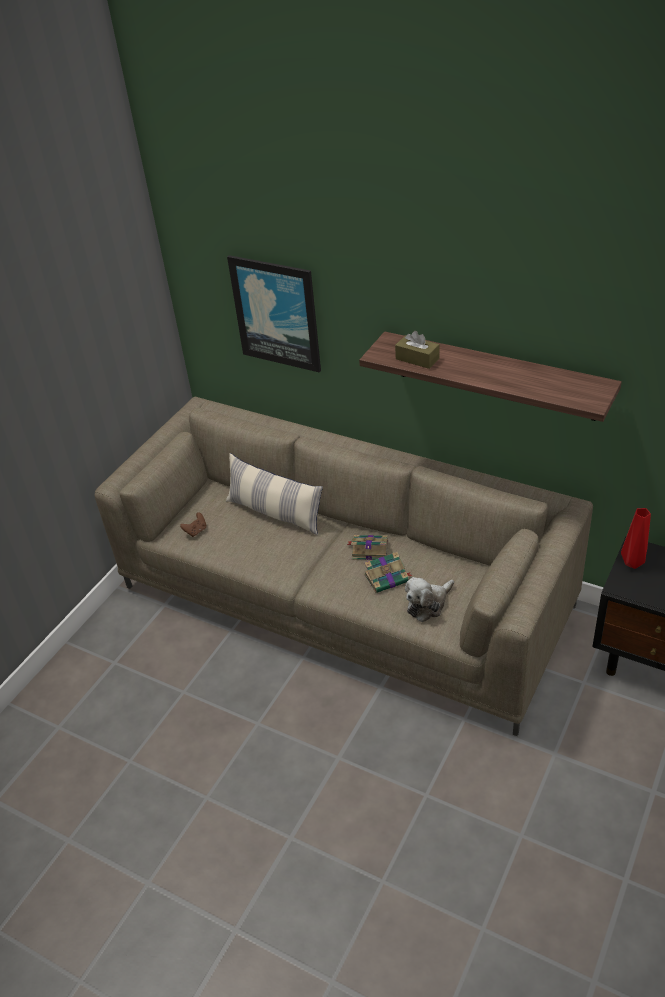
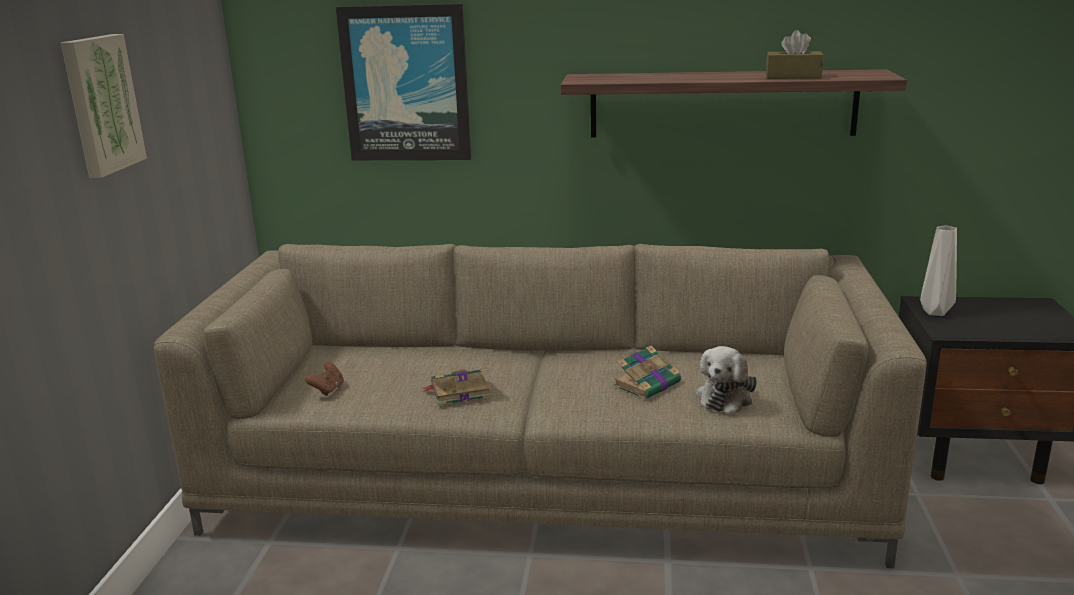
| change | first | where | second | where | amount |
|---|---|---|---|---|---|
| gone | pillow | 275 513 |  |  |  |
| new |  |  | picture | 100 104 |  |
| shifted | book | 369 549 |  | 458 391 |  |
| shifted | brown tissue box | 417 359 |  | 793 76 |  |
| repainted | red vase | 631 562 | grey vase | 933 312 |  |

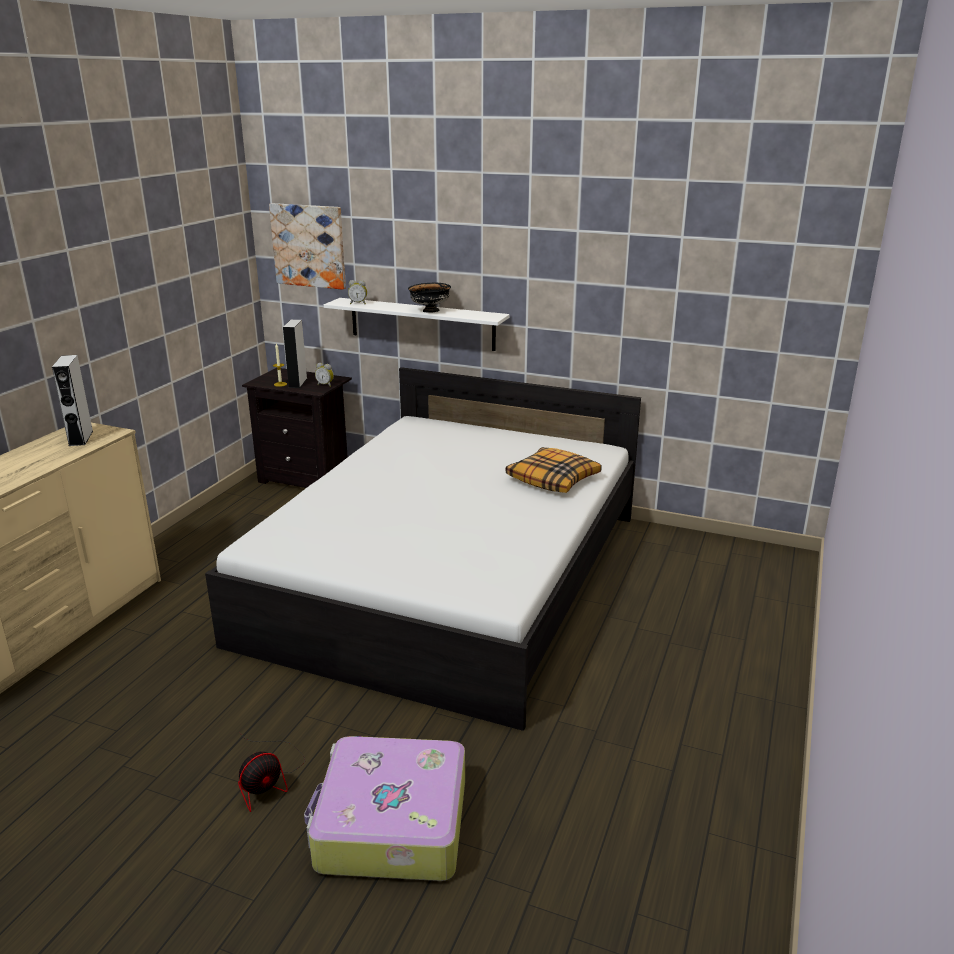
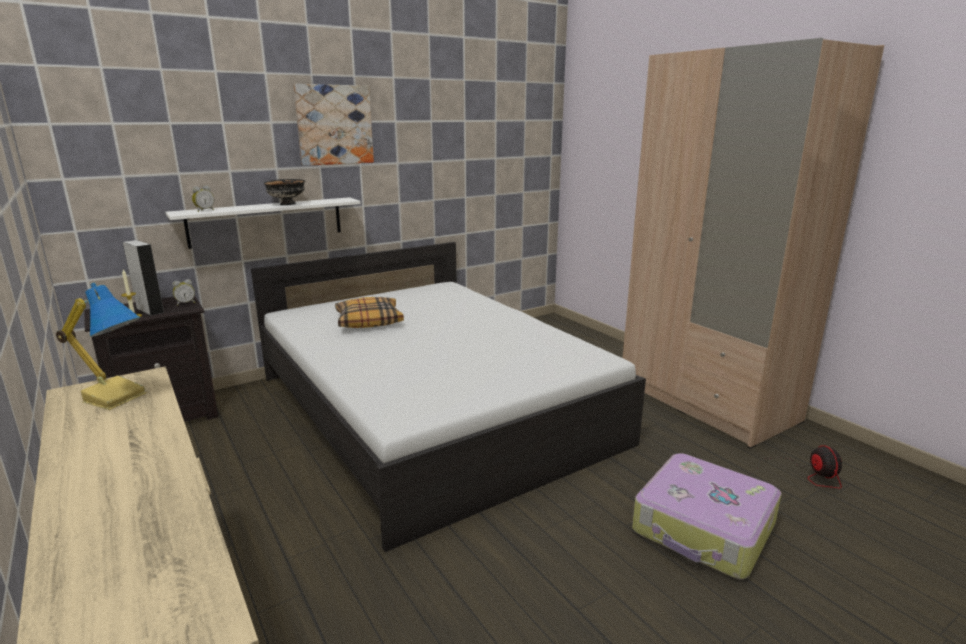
| change | first | where | second | where | amount |
|---|---|---|---|---|---|
| new |  |  | beige wardrobe | 706 402 |  |
| shifted | fan | 268 779 |  | 802 475 |  |
| shifted | picture | 309 245 |  | 334 125 |  |
| shifted | pillow | 553 479 |  | 369 321 |  |
| swapped | grey speaker | 81 438 | table lamp | 116 396 |  |

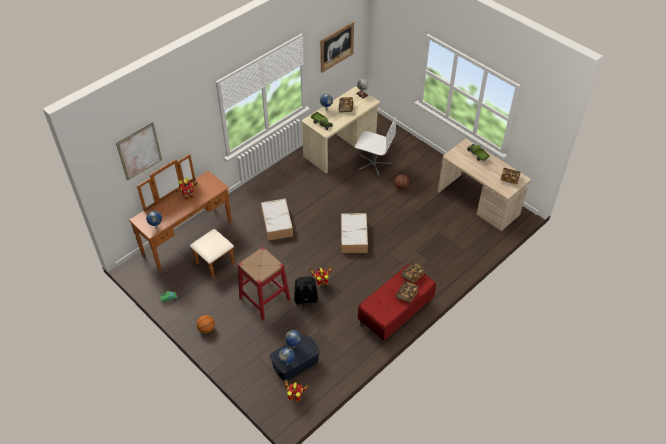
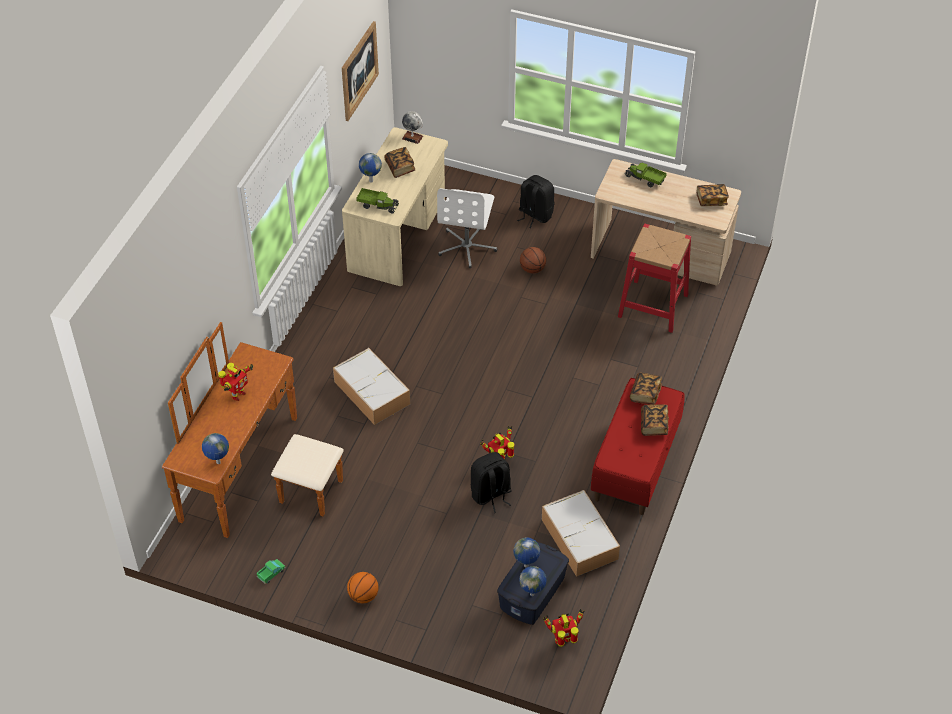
| change | first | where | second | where | amount |
|---|---|---|---|---|---|
| gone | picture | 139 151 |  |  |  |
| new |  |  | black backpack | 534 215 |  |
| shifted | red stool | 264 298 |  | 653 305 |  |
| shifted | storage box | 354 237 |  | 580 540 |  |
| rotated | white office chair | 373 164 |  | 467 247 | 105 degrees clockwise |

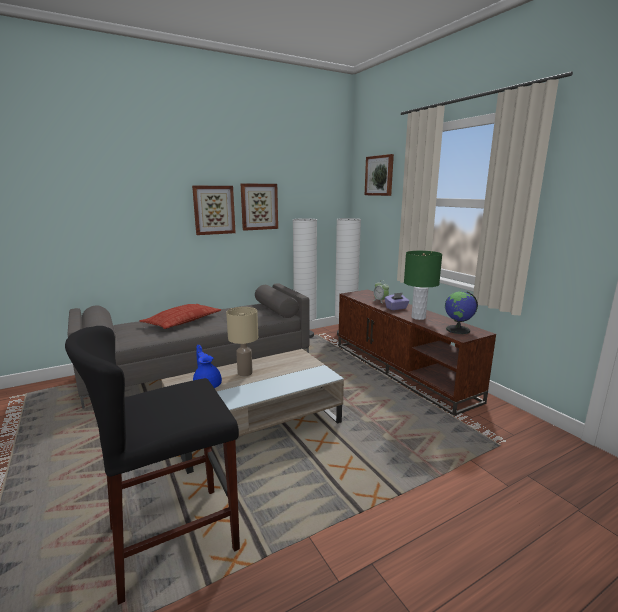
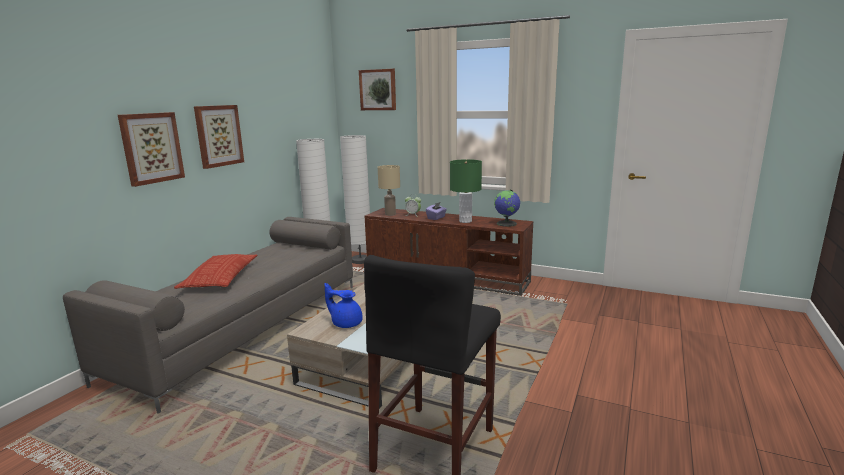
| change | first | where | second | where | amount |
|---|---|---|---|---|---|
| shifted | beige table lamp | 244 373 |  | 390 214 |  |
| shifted | picture | 259 206 |  | 151 148 |  |

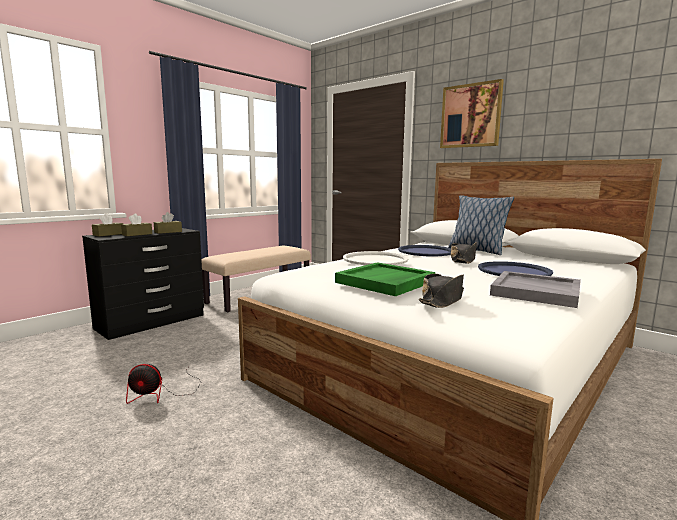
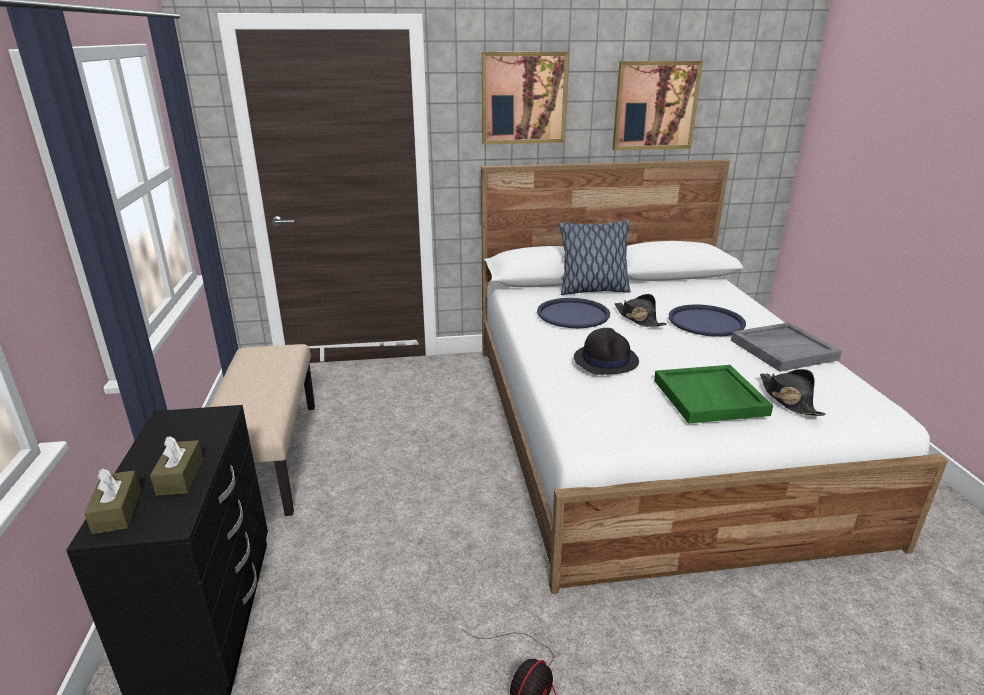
| change | first | where | second | where | amount |
|---|---|---|---|---|---|
| gone | brown tissue box | 168 232 |  |  |  |
| new |  |  | picture | 655 105 |  |
| swapped | white tray | 375 260 | black hat | 606 360 |  |

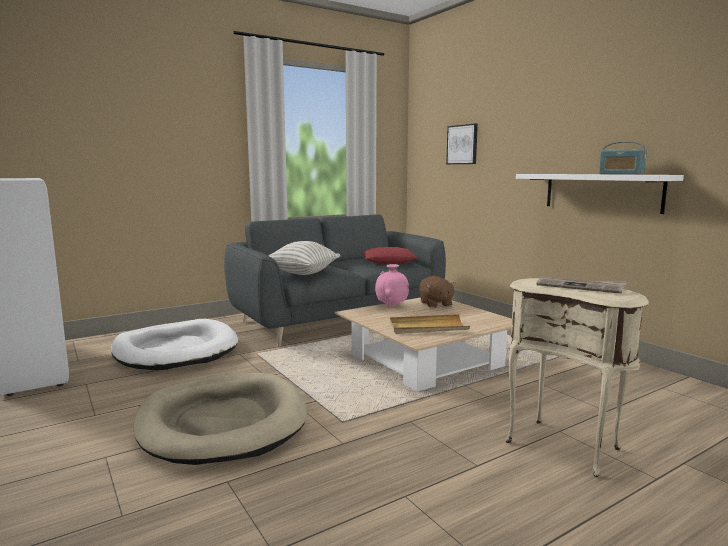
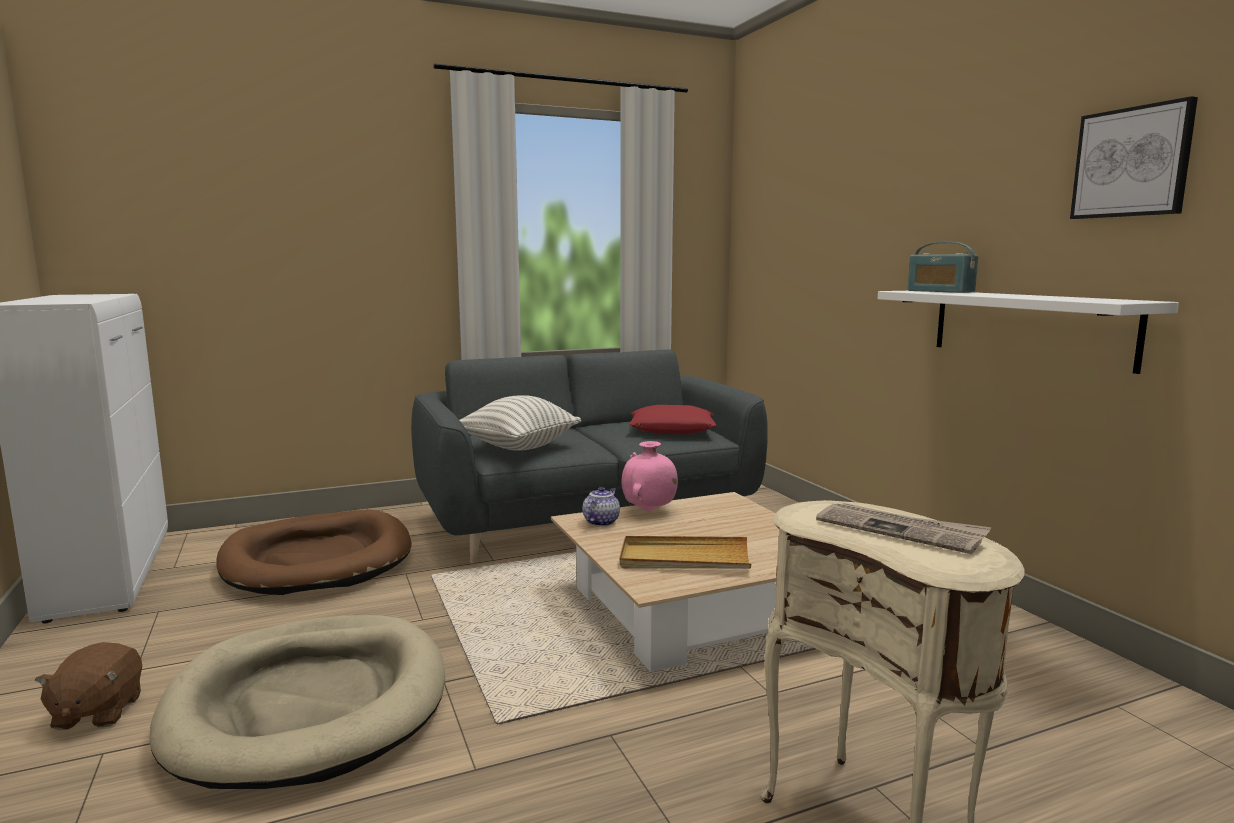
| change | first | where | second | where | amount |
|---|---|---|---|---|---|
| new |  |  | teapot | 601 522 |  |
| shifted | brown plush toy | 435 304 |  | 97 712 |  |
| shifted | picture | 462 144 |  | 1132 162 |  |
| shifted | radio | 621 174 |  | 940 291 |  |
| repainted | white dog bed | 176 350 | brown dog bed | 317 560 |  |

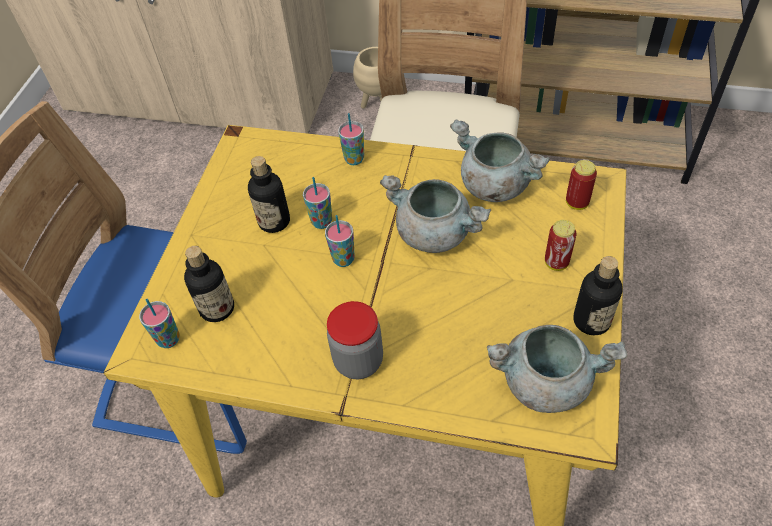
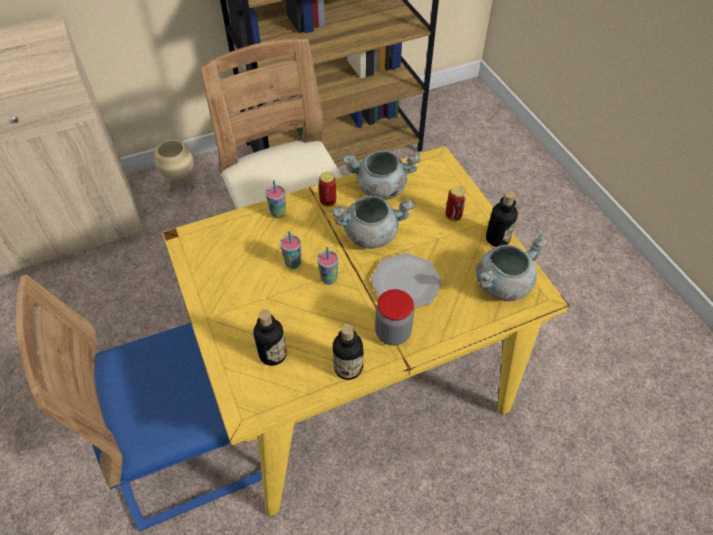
| change | first | where | second | where | amount |
|---|---|---|---|---|---|
| gone | cup | 169 339 |  |  |  |
| new |  |  | plate | 405 283 |  |
| shifted | bottle | 274 221 |  | 348 368 |  |
| shifted | can | 577 203 |  | 328 202 |  |

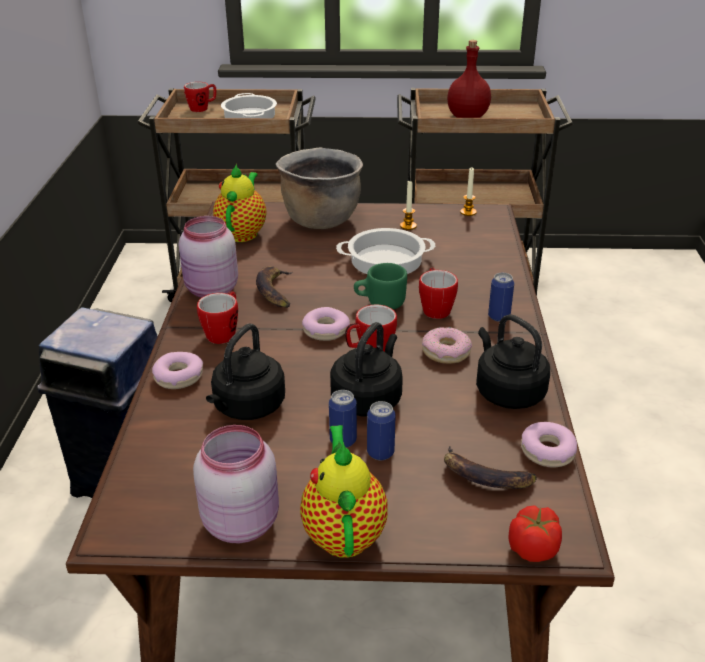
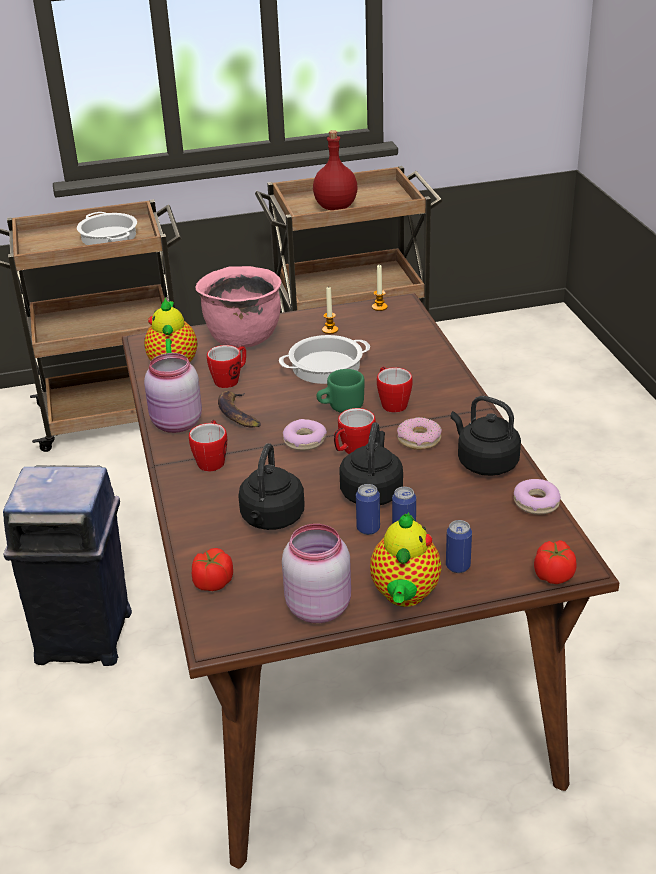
| change | first | where | second | where | amount |
|---|---|---|---|---|---|
| gone | donut | 179 377 |  |  |  |
| gone | banana | 484 476 |  |  |  |
| new |  |  | tomato | 213 583 |  |
| shifted | mug | 202 108 |  | 230 379 |  |
| shifted | can | 499 316 |  | 458 566 |  |
| repainted | brown cooking pot | 321 219 | pink cooking pot | 243 337 |  |
| rotated | teapot | 344 531 |  | 404 596 | 150 degrees counterclockwise |

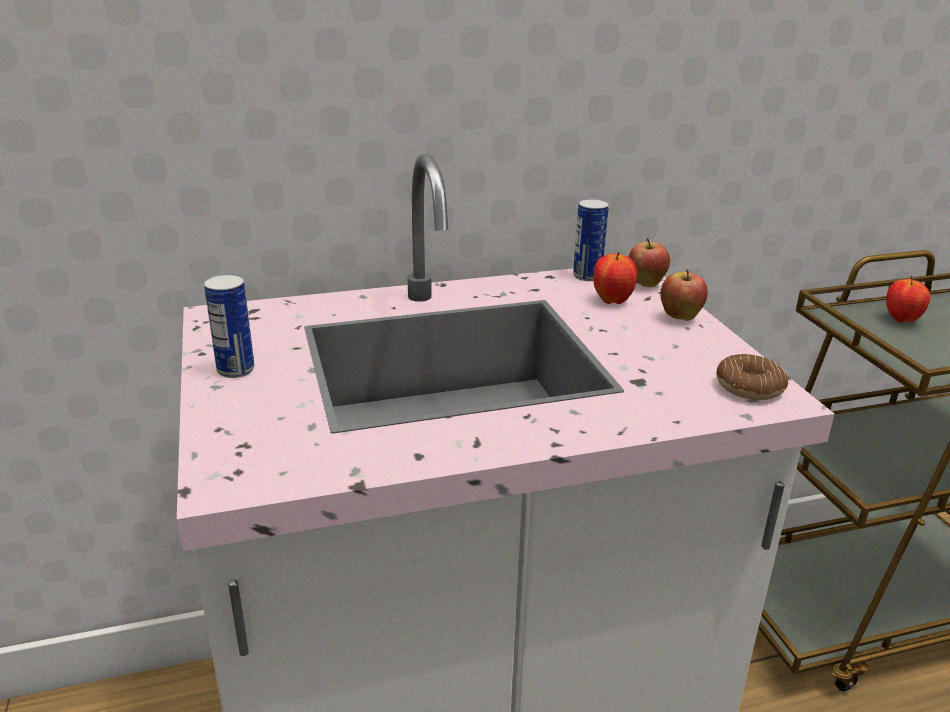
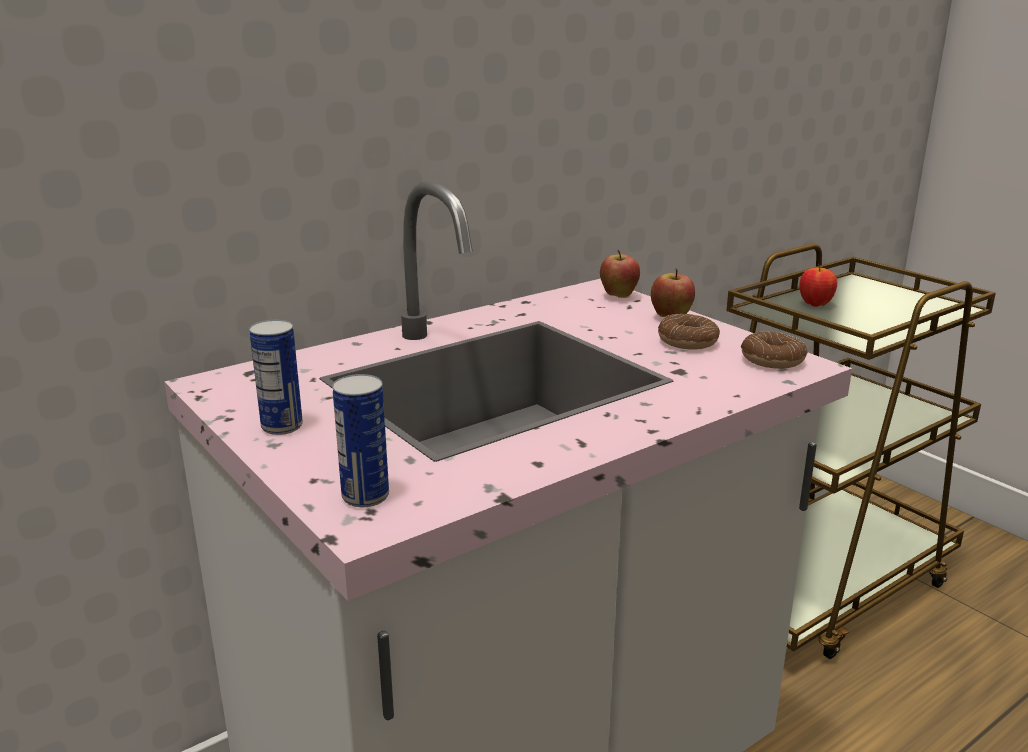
| change | first | where | second | where | amount |
|---|---|---|---|---|---|
| gone | apple | 612 301 |  |  |  |
| new |  |  | donut | 687 341 |  |
| shifted | can | 587 276 |  | 365 496 |  |

